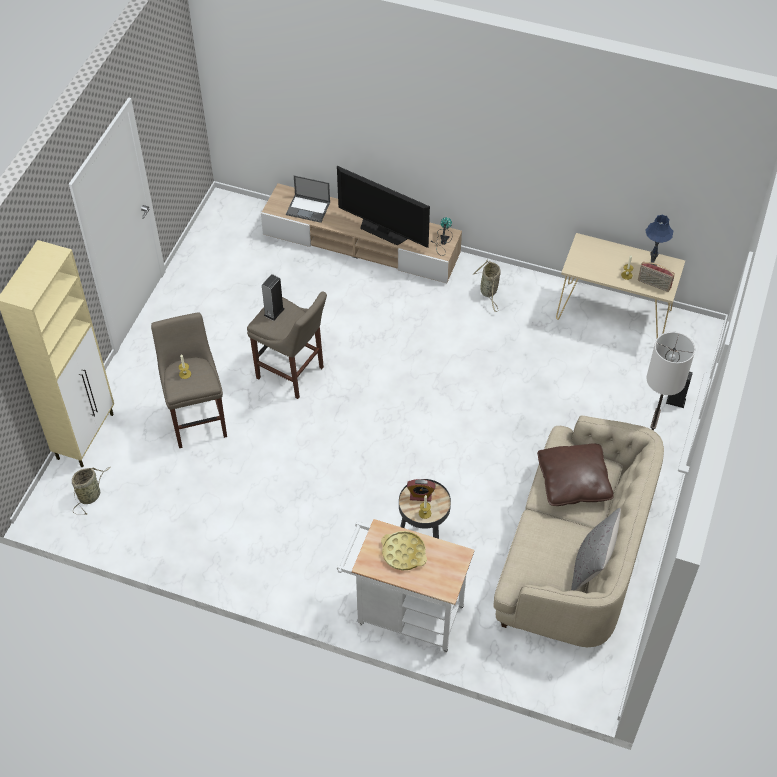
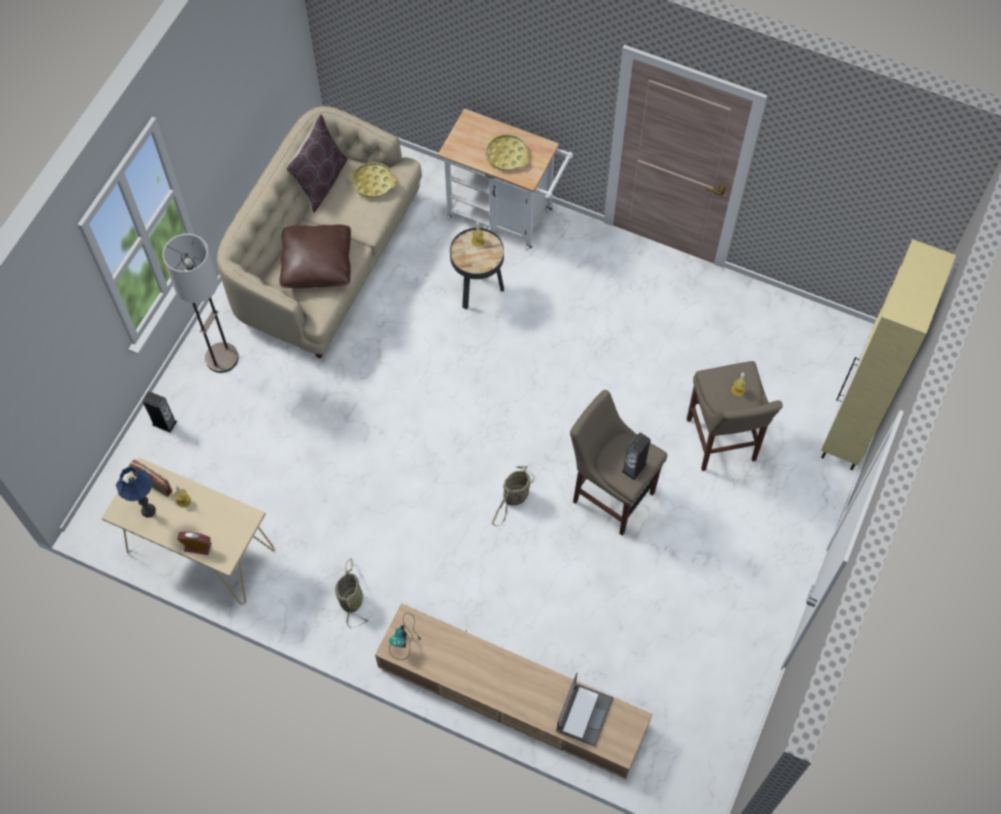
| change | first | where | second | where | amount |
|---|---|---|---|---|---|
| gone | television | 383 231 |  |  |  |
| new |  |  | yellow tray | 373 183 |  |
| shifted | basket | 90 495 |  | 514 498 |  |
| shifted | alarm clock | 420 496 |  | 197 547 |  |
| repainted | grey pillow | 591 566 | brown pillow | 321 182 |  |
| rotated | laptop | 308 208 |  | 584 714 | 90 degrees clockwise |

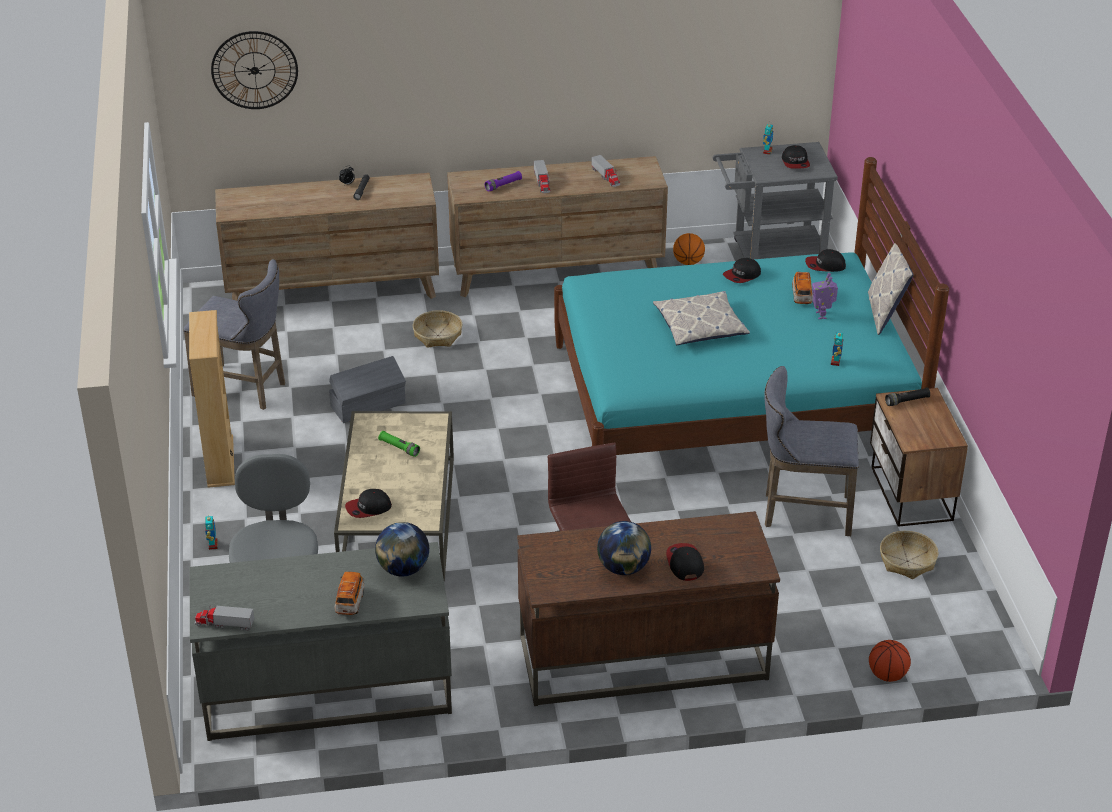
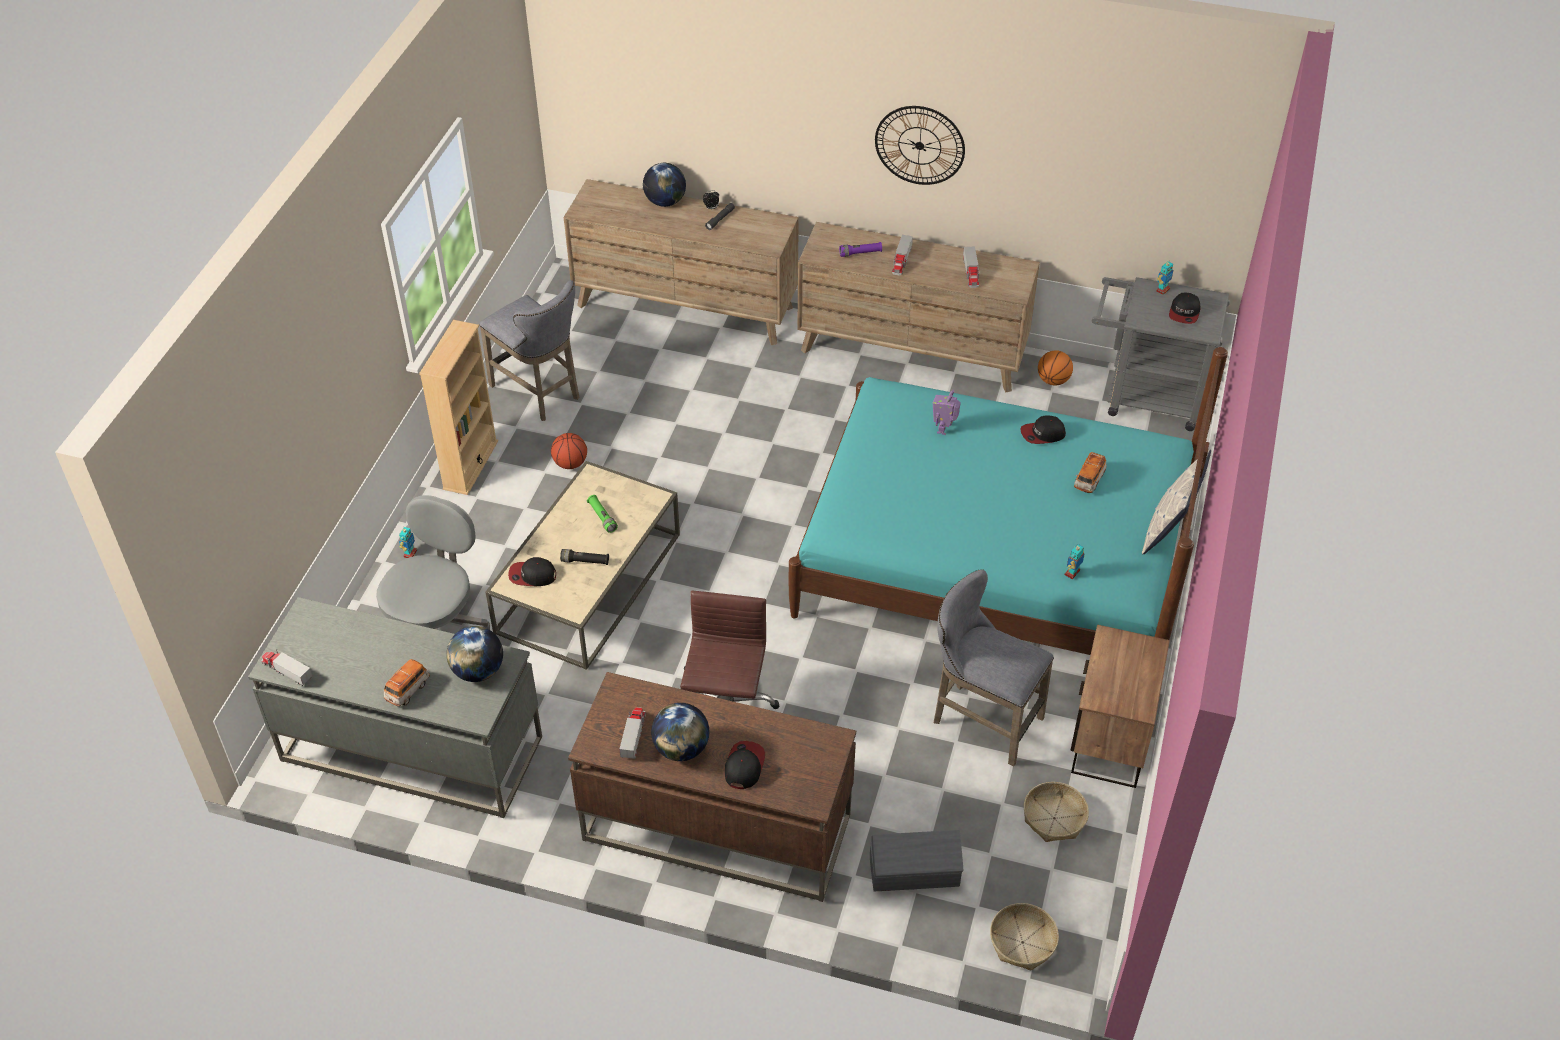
| change | first | where | second | where | amount |
|---|---|---|---|---|---|
| gone | pillow | 700 326 |  |  |  |
| gone | cap | 825 265 |  |  |  |
| new |  |  | toy truck | 633 736 |  |
| new |  |  | globe | 665 202 |  |
| shifted | wall clock | 254 70 |  | 919 145 |  |
| shifted | grey storage box | 369 405 |  | 915 873 |  |
| shifted | basket | 438 335 |  | 1022 942 |  |
| shifted | toy robot | 822 315 |  | 944 429 |  |
| shifted | basketball | 887 675 |  | 570 463 |  |
| shifted | black flashlight | 907 401 |  | 585 561 |  |

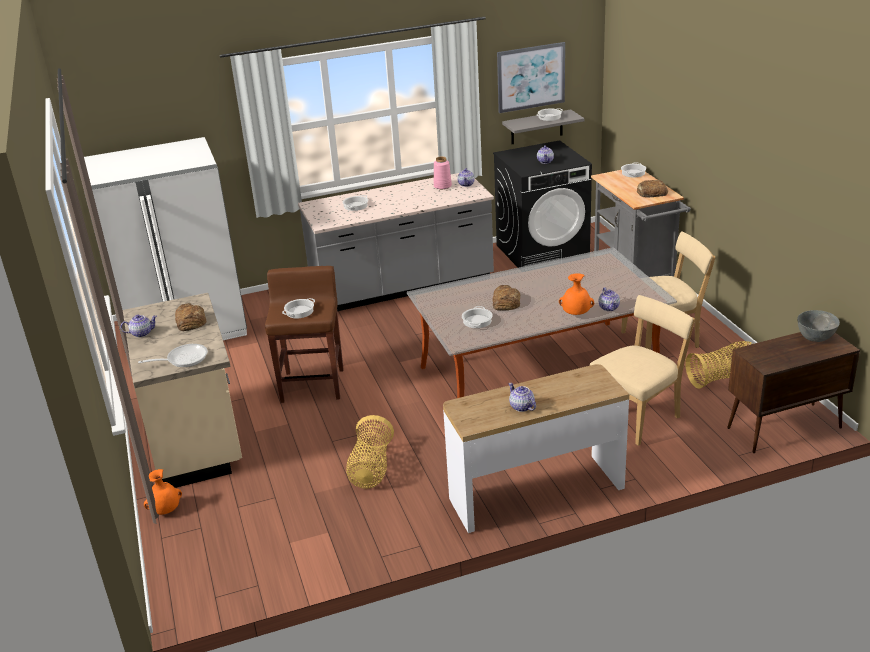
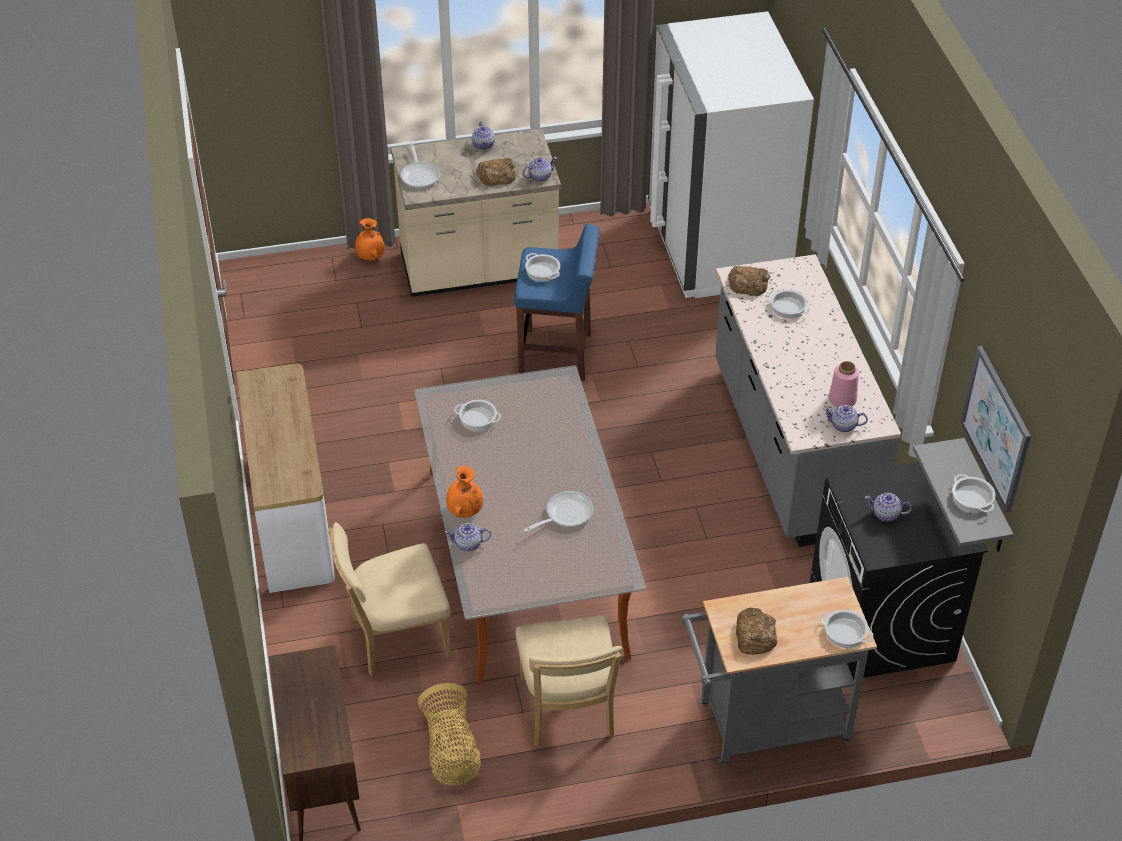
| change | first | where | second | where | amount |
|---|---|---|---|---|---|
| gone | basket | 371 468 |  |  |  |
| gone | grey bowl | 815 338 |  |  |  |
| new |  |  | frying pan | 565 514 |  |
| shifted | bread | 505 302 |  | 748 283 |  |
| shifted | teapot | 522 407 |  | 539 176 |  |
| repainted | brown stool | 313 385 | blue stool | 557 355 |  |
| rotated | beige chair | 638 417 |  | 395 638 | 105 degrees clockwise |

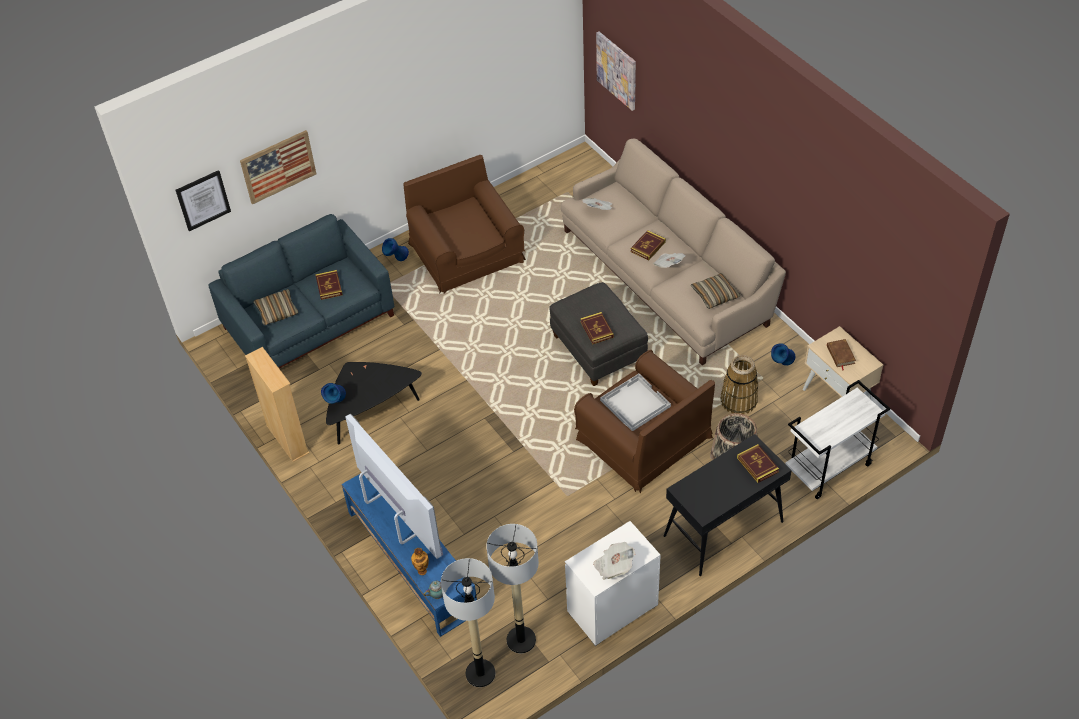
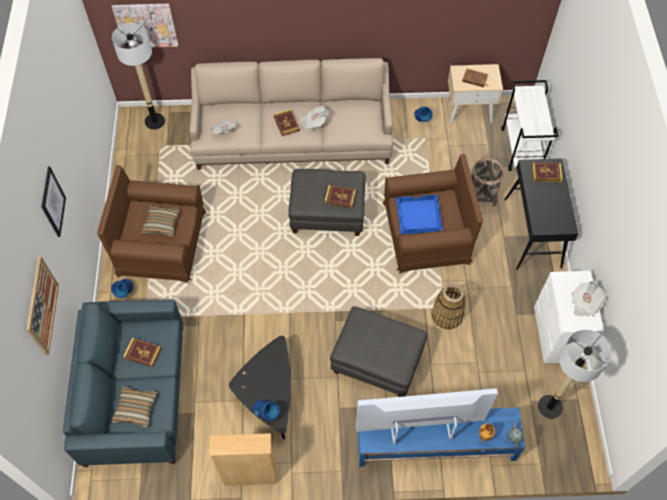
| change | first | where | second | where | amount |
|---|---|---|---|---|---|
| new |  |  | grey ottoman | 376 361 |  |
| shifted | picture | 203 200 |  | 53 202 |  |
| shifted | floor lamp | 480 673 |  | 154 121 |  |
| shifted | pillow | 715 295 |  | 161 223 |  |
| shifted | basket | 738 400 |  | 447 315 |  |
| repainted | white tray | 634 403 | blue tray | 418 215 |  |

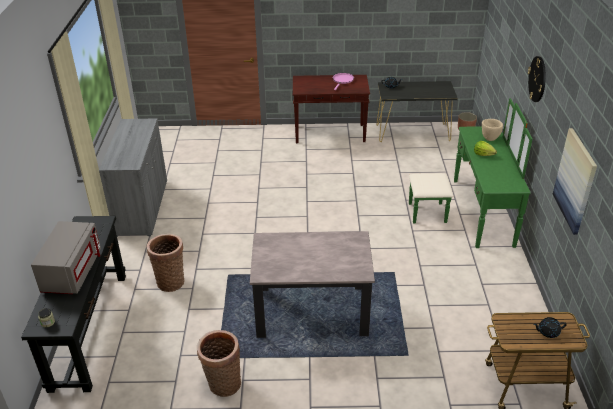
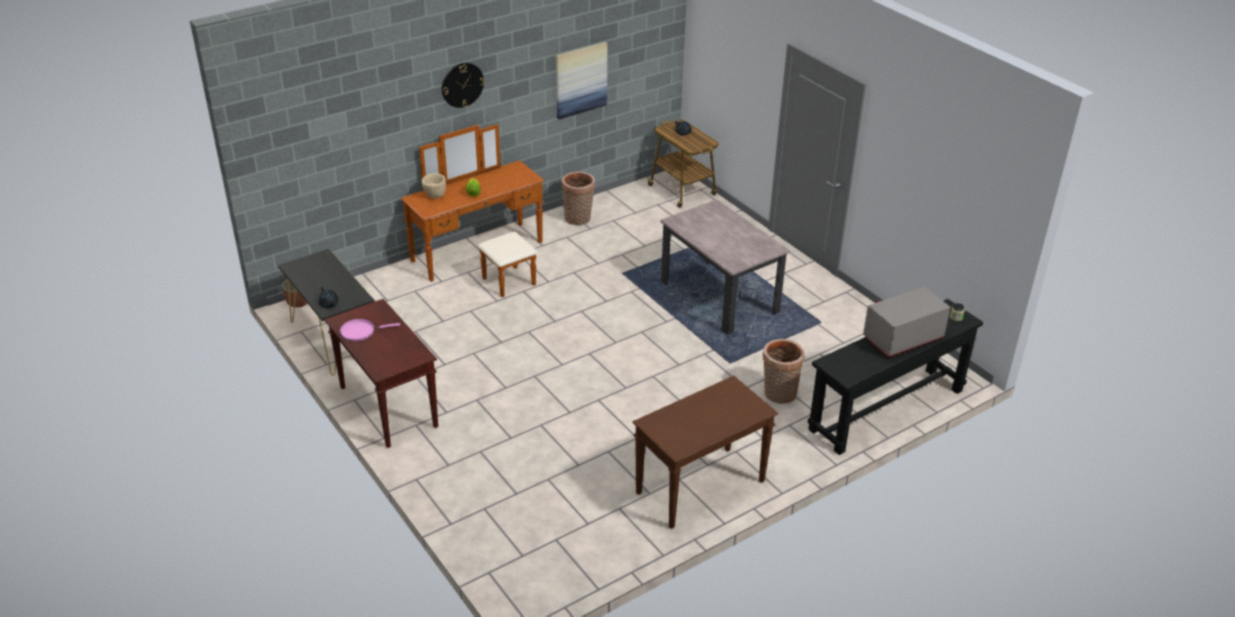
| change | first | where | second | where | amount |
|---|---|---|---|---|---|
| shifted | basket | 222 384 |  | 578 219 |  |
| swapped | grey cabinet | 142 207 | brown console table | 700 488 |  |
| repainted | green dresser | 470 212 | brown dresser | 485 258 |  |

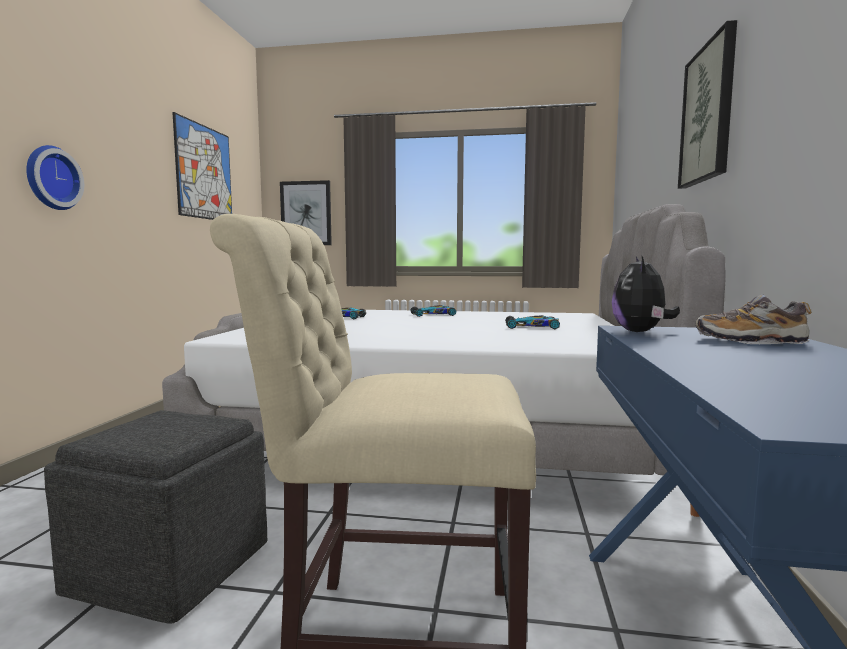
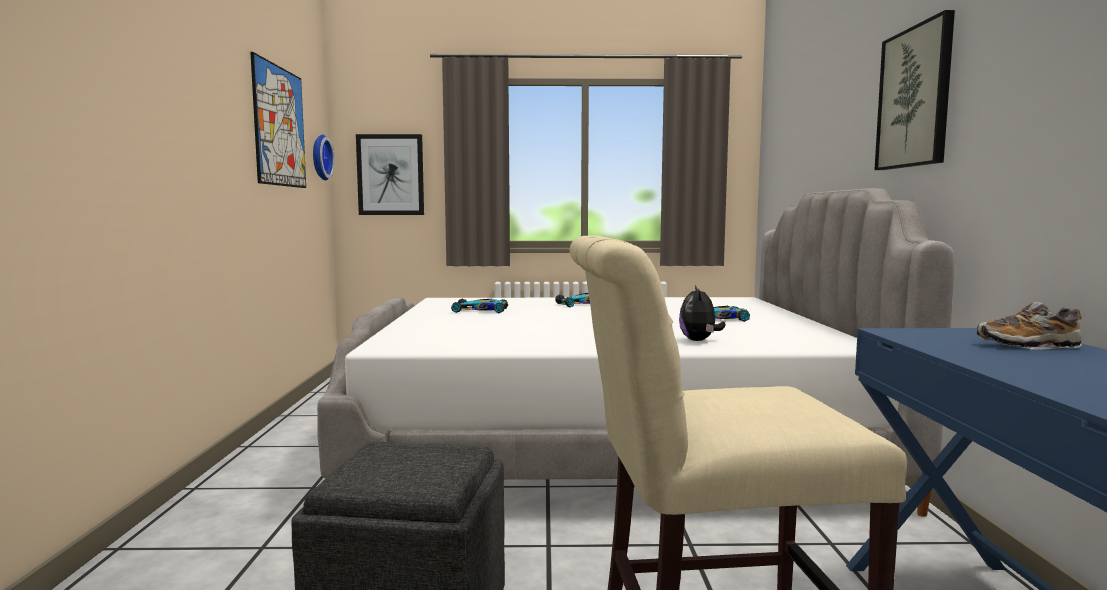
| change | first | where | second | where | amount |
|---|---|---|---|---|---|
| shifted | wall clock | 50 178 |  | 319 157 |  |
| shifted | plush toy | 641 332 |  | 699 340 |  |

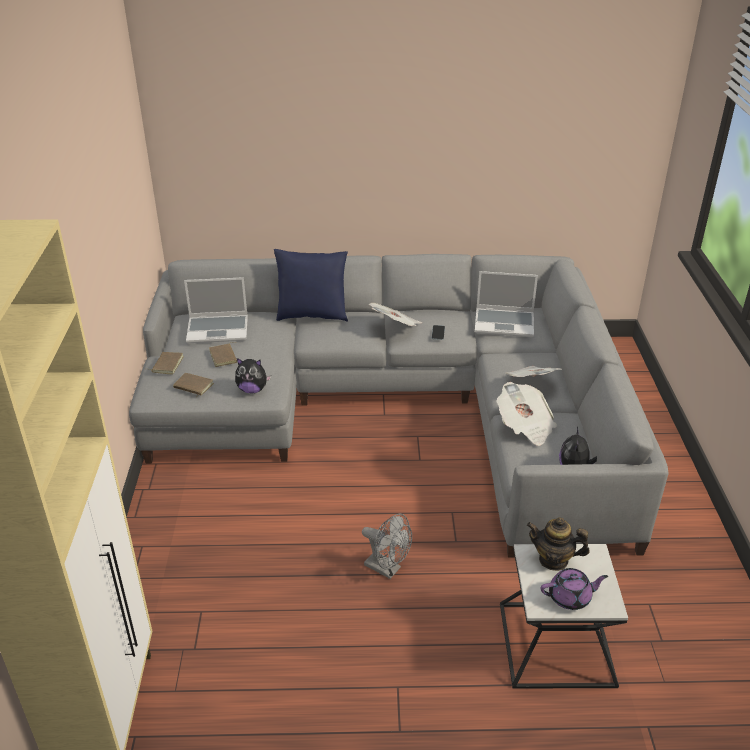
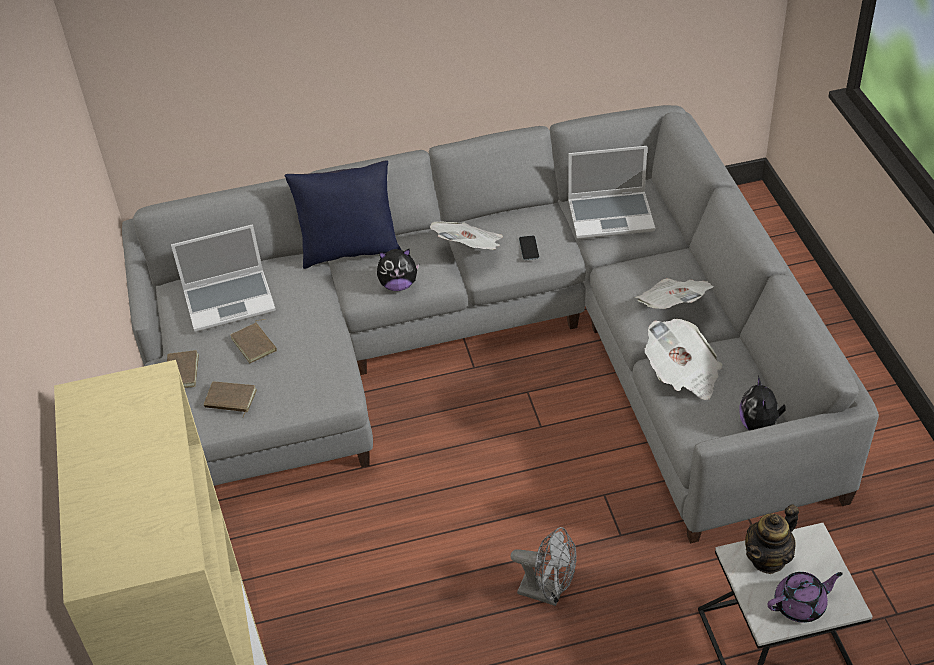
| change | first | where | second | where | amount |
|---|---|---|---|---|---|
| shifted | plush toy | 252 390 |  | 398 285 |  |
| rotated | teapot | 553 560 |  | 768 558 | 45 degrees counterclockwise |

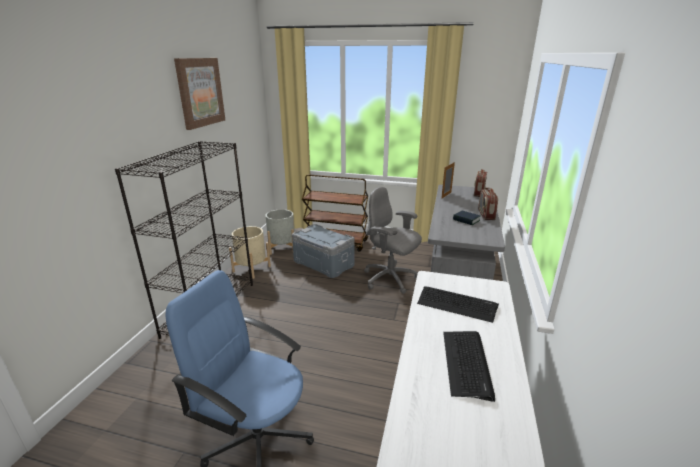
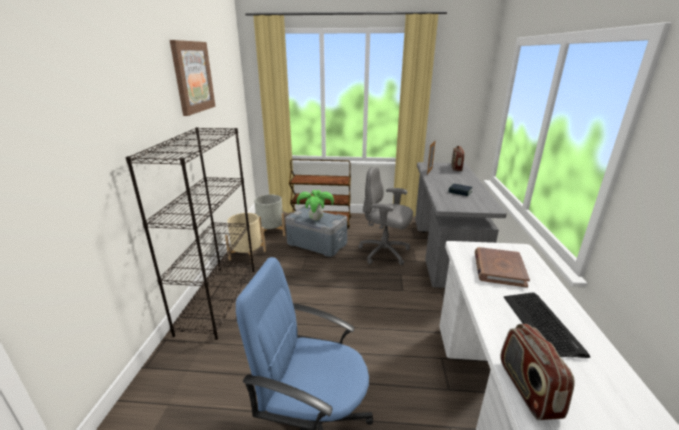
| change | first | where | second | where | amount |
|---|---|---|---|---|---|
| new |  |  | potted plant | 316 219 |  |
| shifted | radio | 485 215 |  | 527 388 |  |
| swapped | keyboard | 457 304 | brown book | 498 269 |  |

